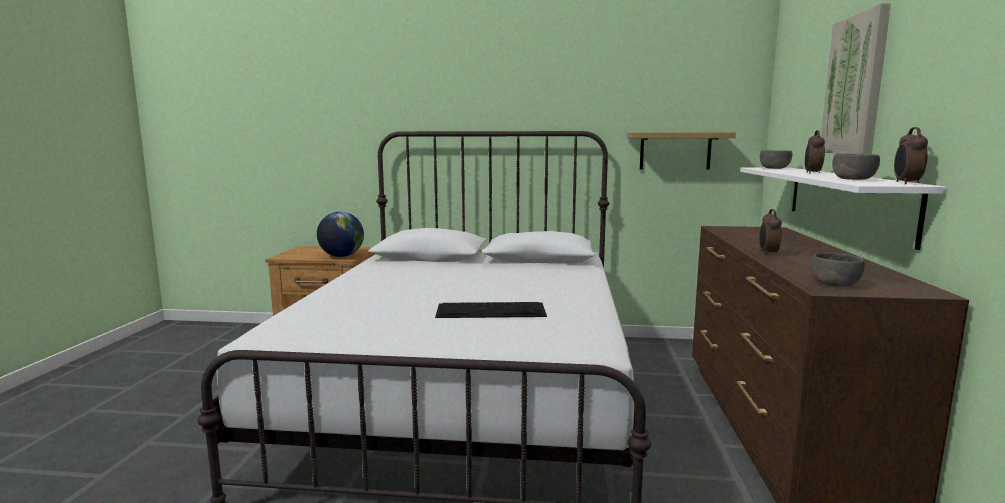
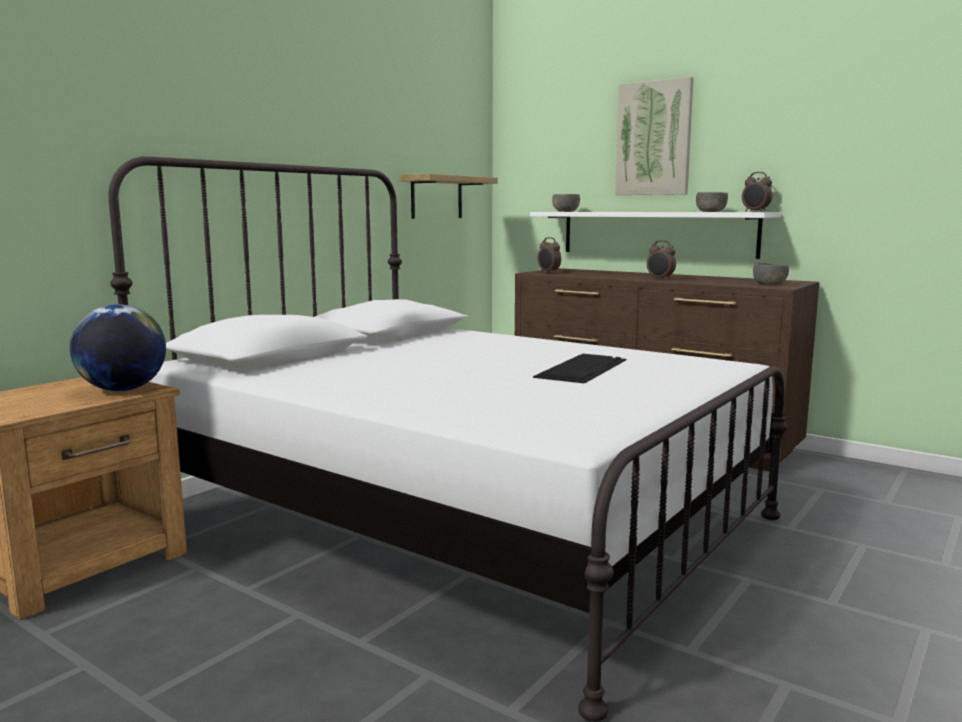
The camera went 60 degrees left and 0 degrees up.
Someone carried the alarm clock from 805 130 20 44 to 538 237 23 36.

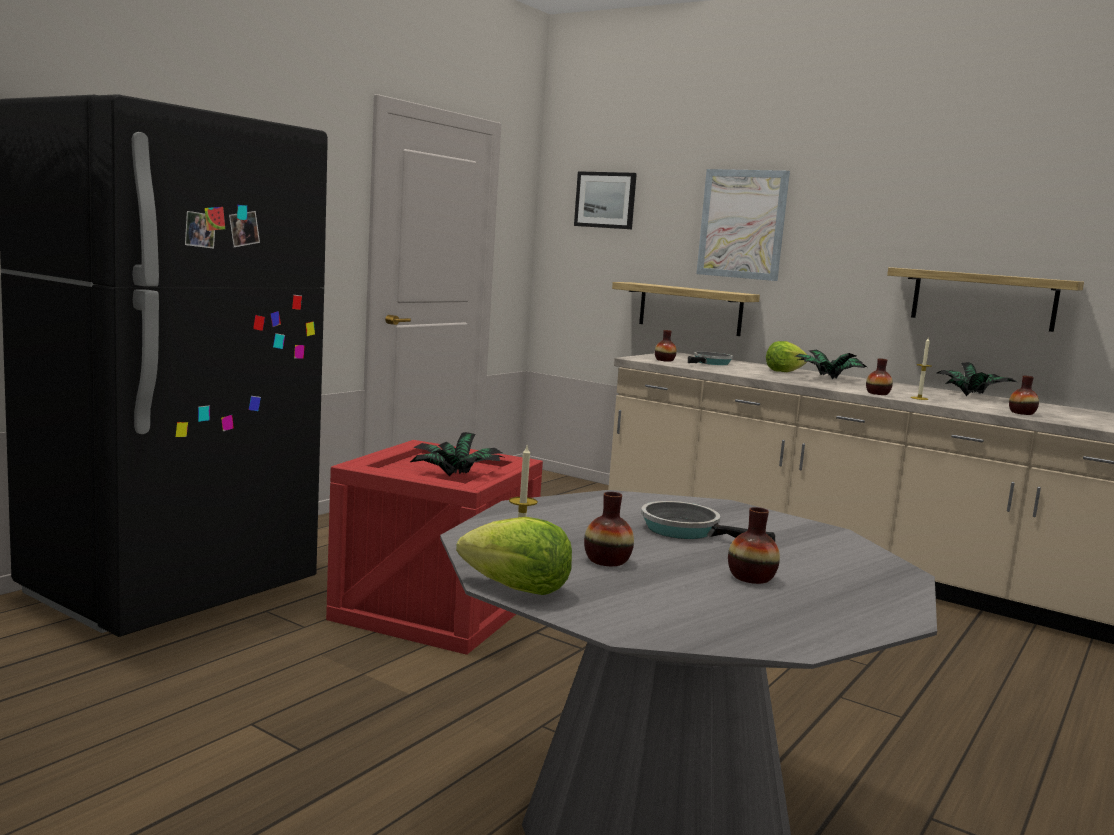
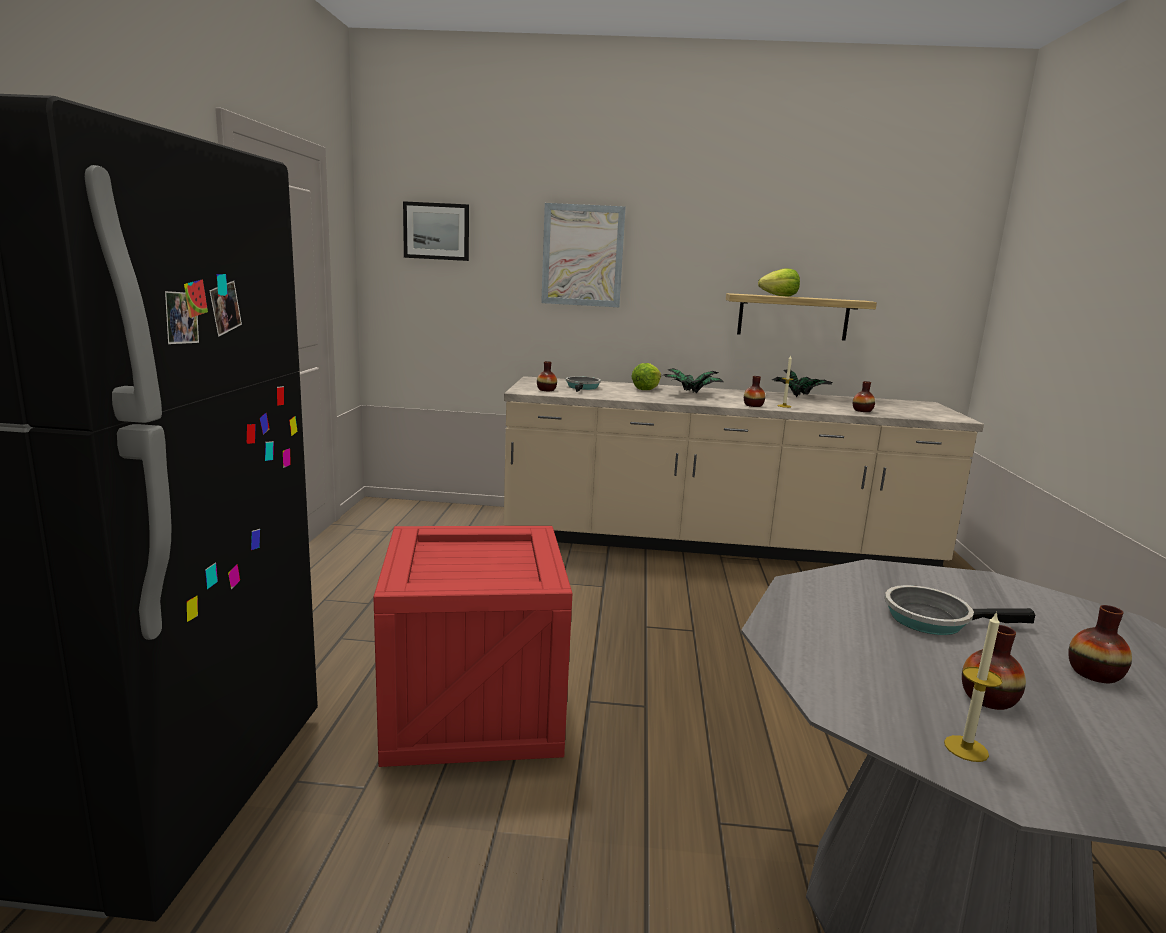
The camera went 30 degrees left and 5 degrees up.
Someone took away the shelf at 612 282 148 54.
Someone took away the potted plant at 410 432 96 44.
Someone carried the lettuce from 456 517 116 78 to 758 268 42 29.

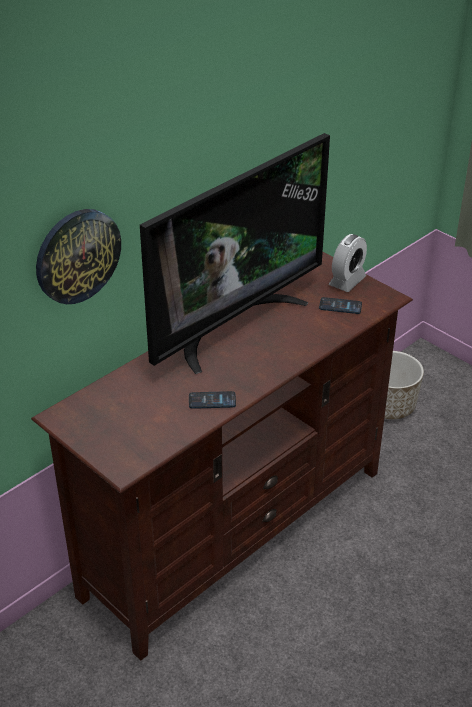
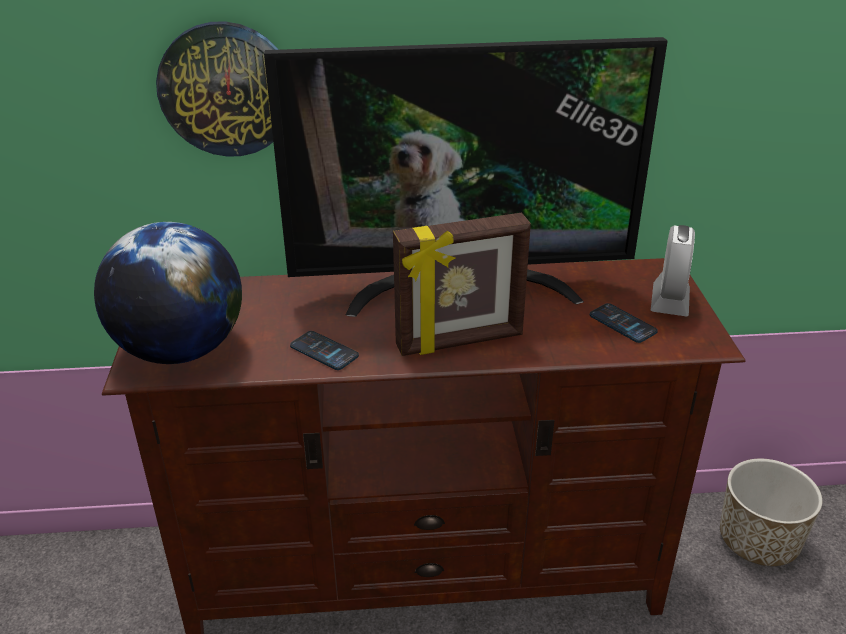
The camera went 40 degrees right and 5 degrees down.
Someone rotated the alarm clock at 329 234 38 58 by 60 degrees counterclockwise.
Someone put down the picture frame at 393 213 138 143.
Someone put down the globe at 94 222 148 142.

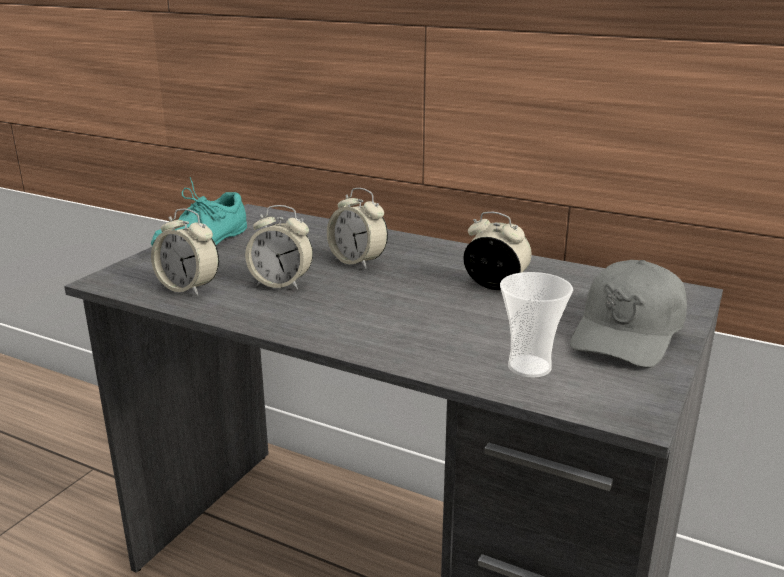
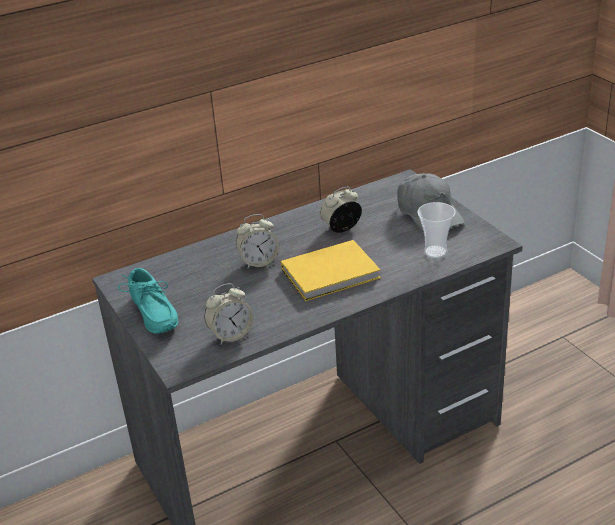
The camera went 55 degrees left and 10 degrees up.
Someone took away the alarm clock at 245 205 68 85.
Someone put down the yellow book at 281 240 100 61.

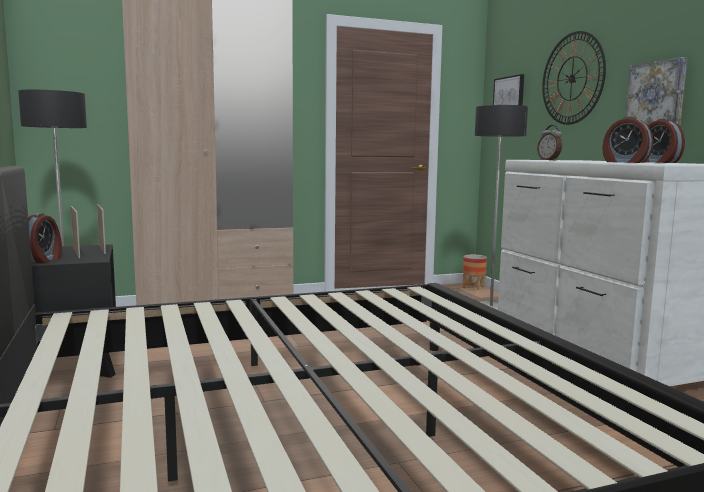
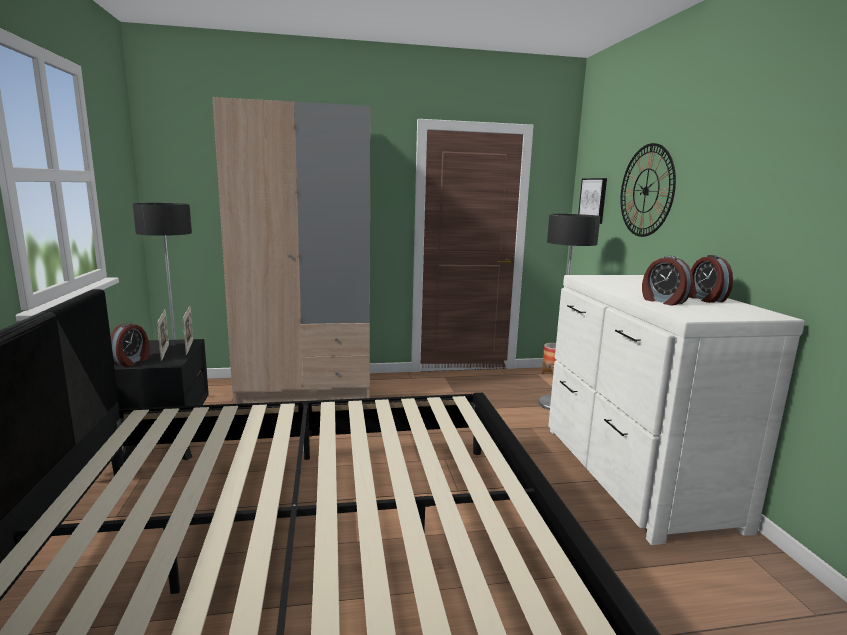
The camera went 10 degrees right and 5 degrees up.
Someone took away the picture at 626 57 61 68.
Someone took away the alarm clock at 537 125 25 35.

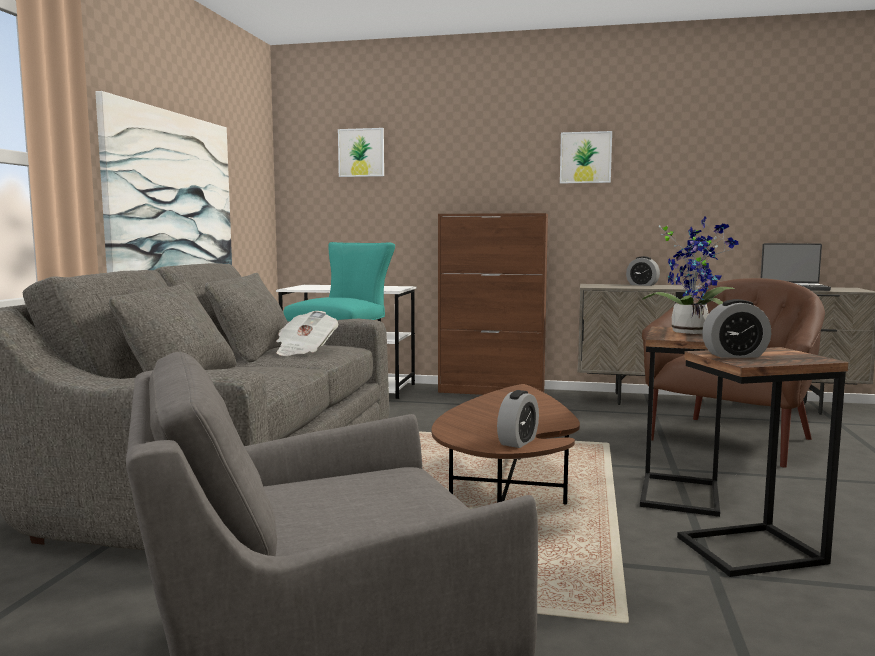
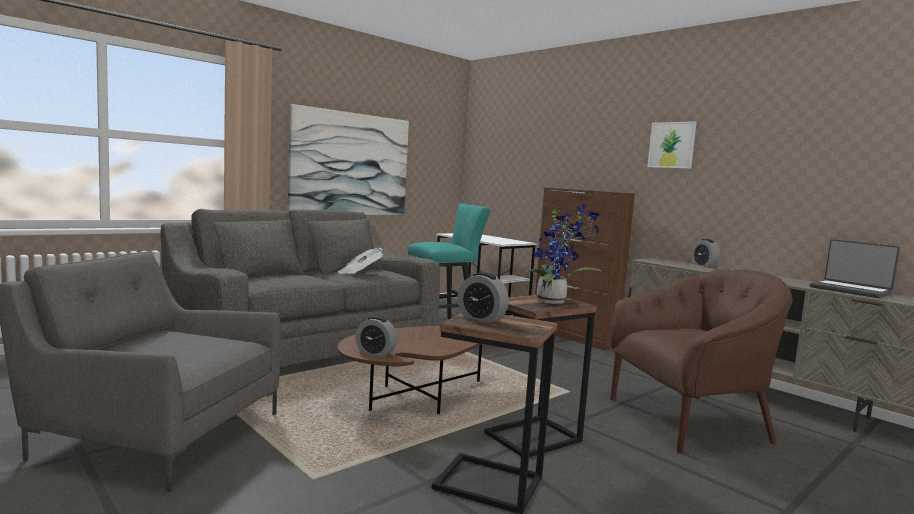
The camera went 35 degrees right and 0 degrees up.
Someone took away the picture at 338 128 46 49.
Someone rotated the alarm clock at 497 390 42 58 by 45 degrees clockwise.

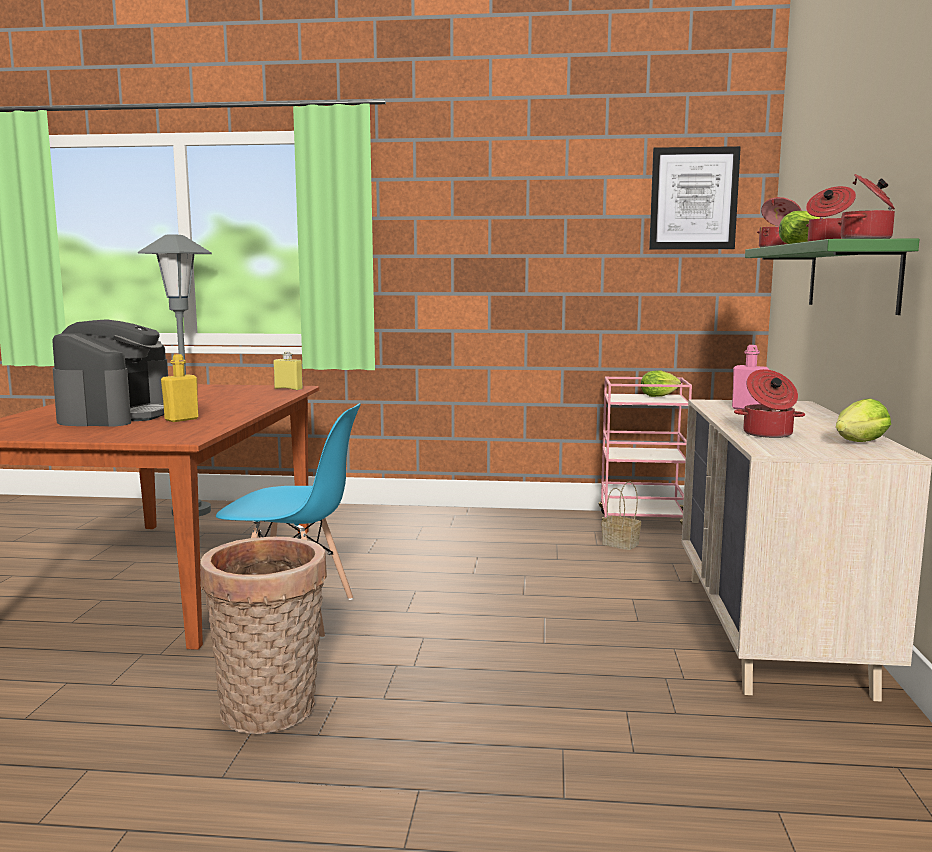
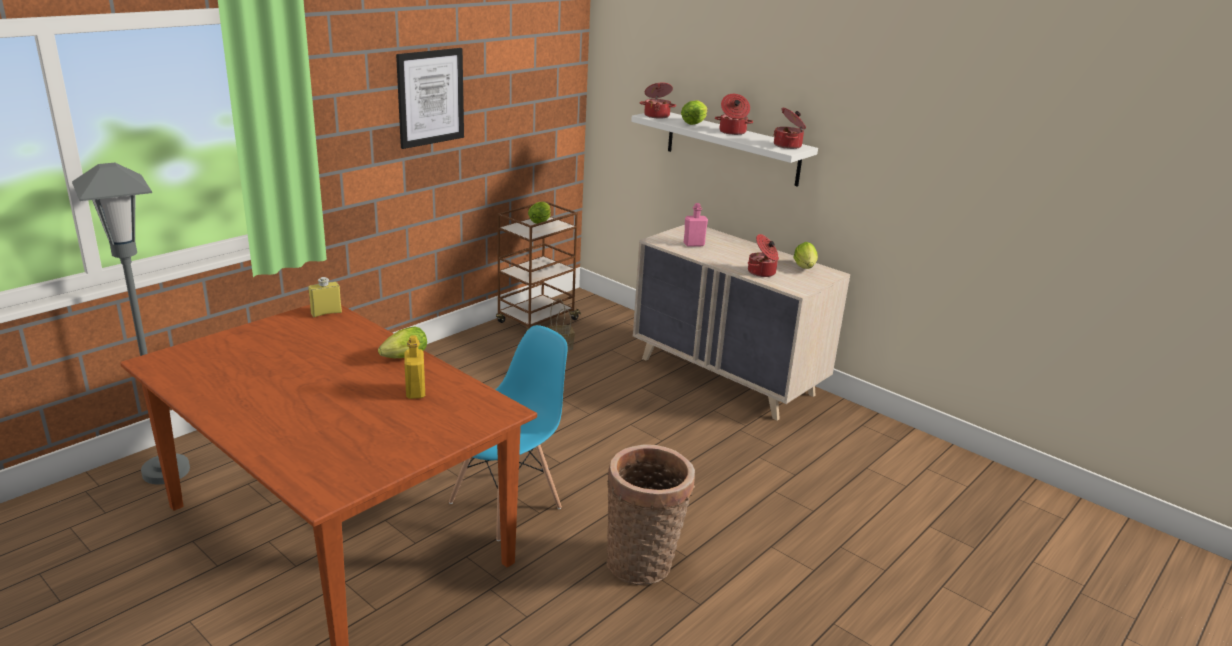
The camera went 55 degrees left and 15 degrees up.
Someone carried the picture from 649 146 92 103 to 396 48 68 101.
Someone repainted the green shelf at 745 239 174 76, which became the white shelf at 631 112 187 75.
Someone took away the coffee machine at 52 319 116 108.
Someone repainted the pink cart at 598 377 94 147, which became the brown cart at 496 201 85 130.
Someone put down the lettuce at 378 327 49 31.

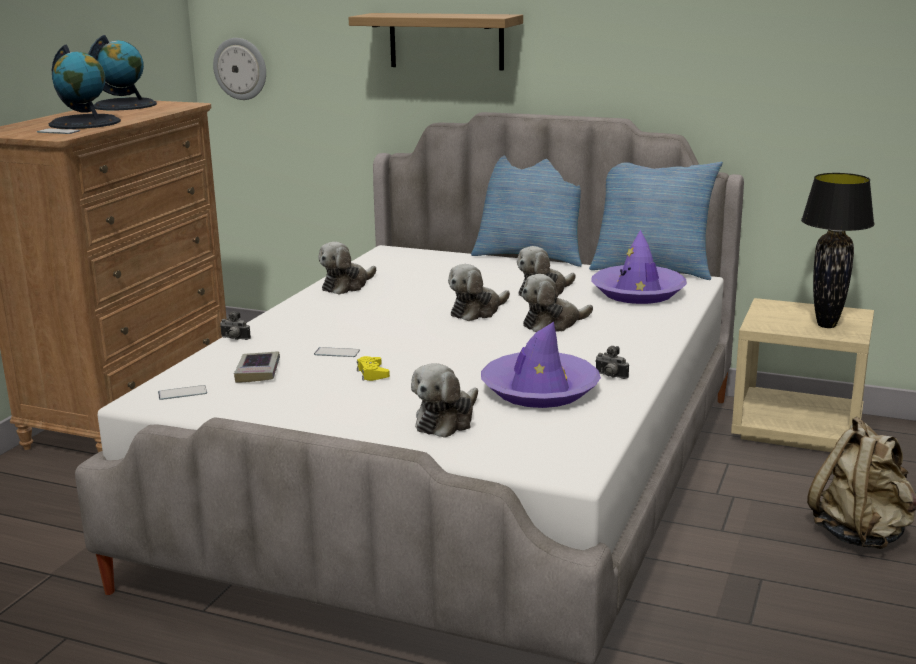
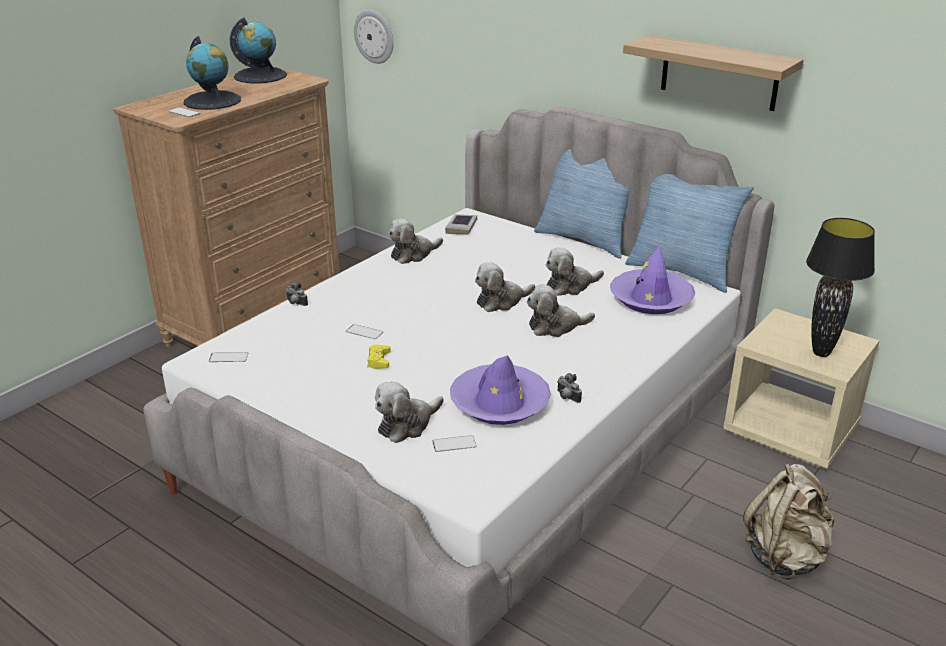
The camera went 15 degrees right and 10 degrees up.
Someone carried the shelf from 349 13 174 57 to 623 34 180 77.
Someone carried the book from 234 351 46 32 to 445 214 32 21.
Someone put down the phone at 432 435 45 17.

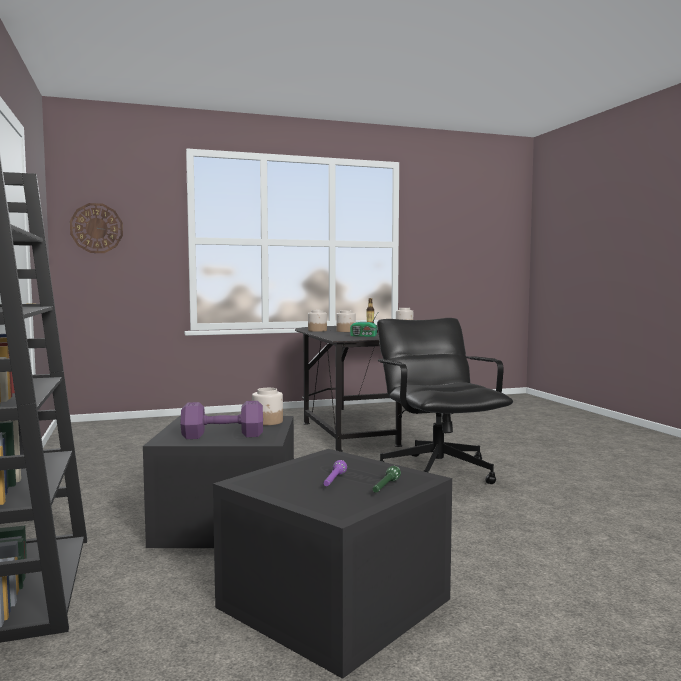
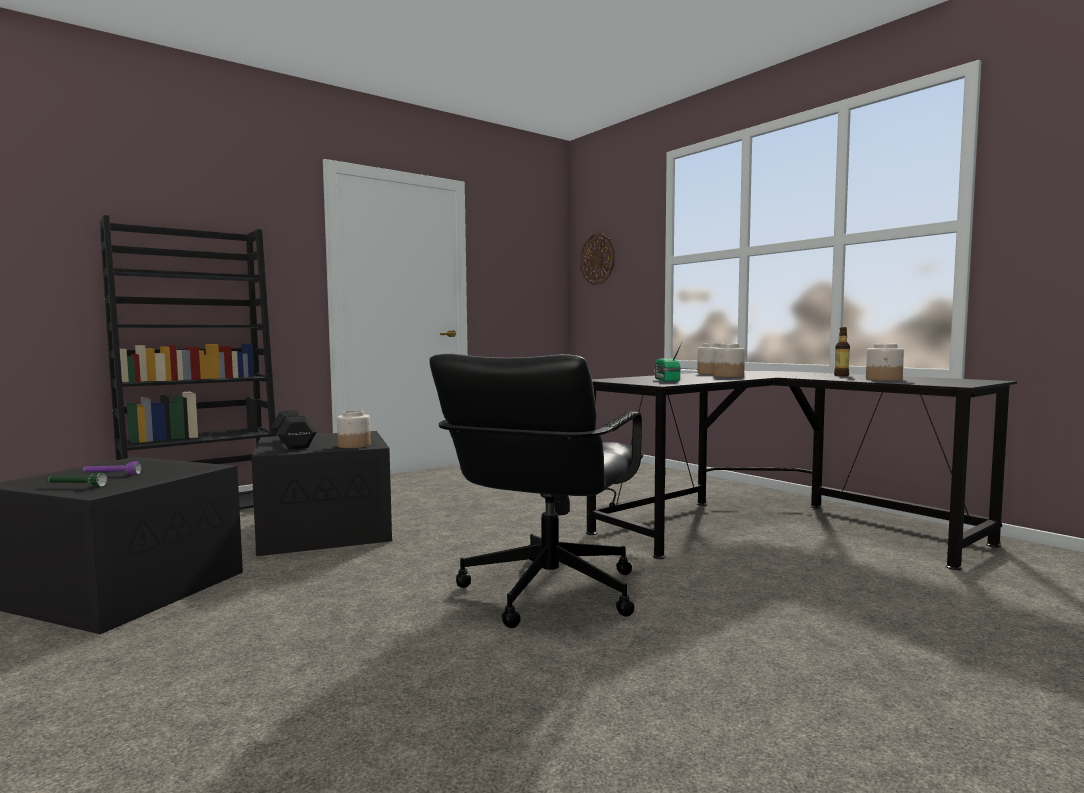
The camera went 70 degrees right and 0 degrees up.
Someone rotated the black office chair at 377 318 136 166 by 150 degrees clockwise.
Someone repainted the purple dumbbell at 180 401 83 38, which became the black dumbbell at 271 410 46 40.

